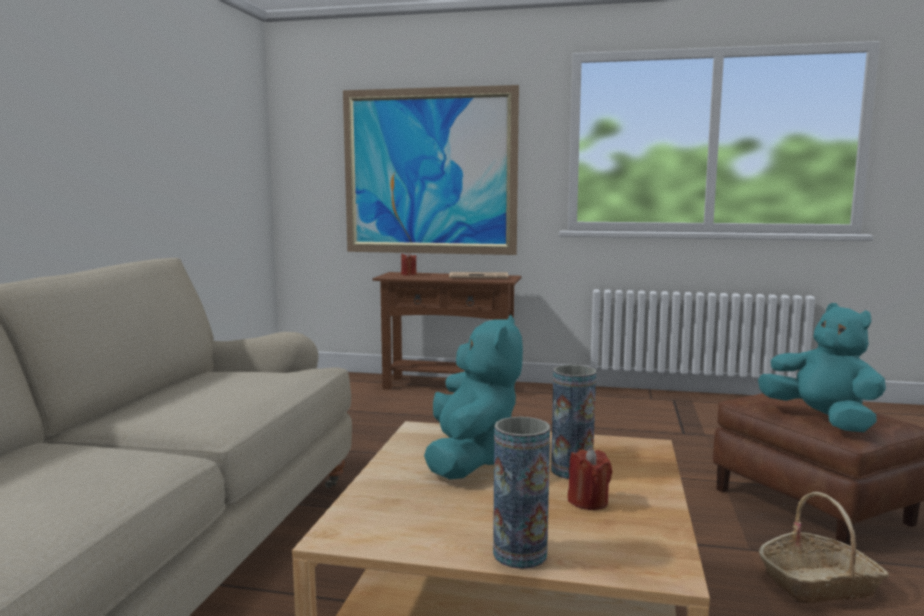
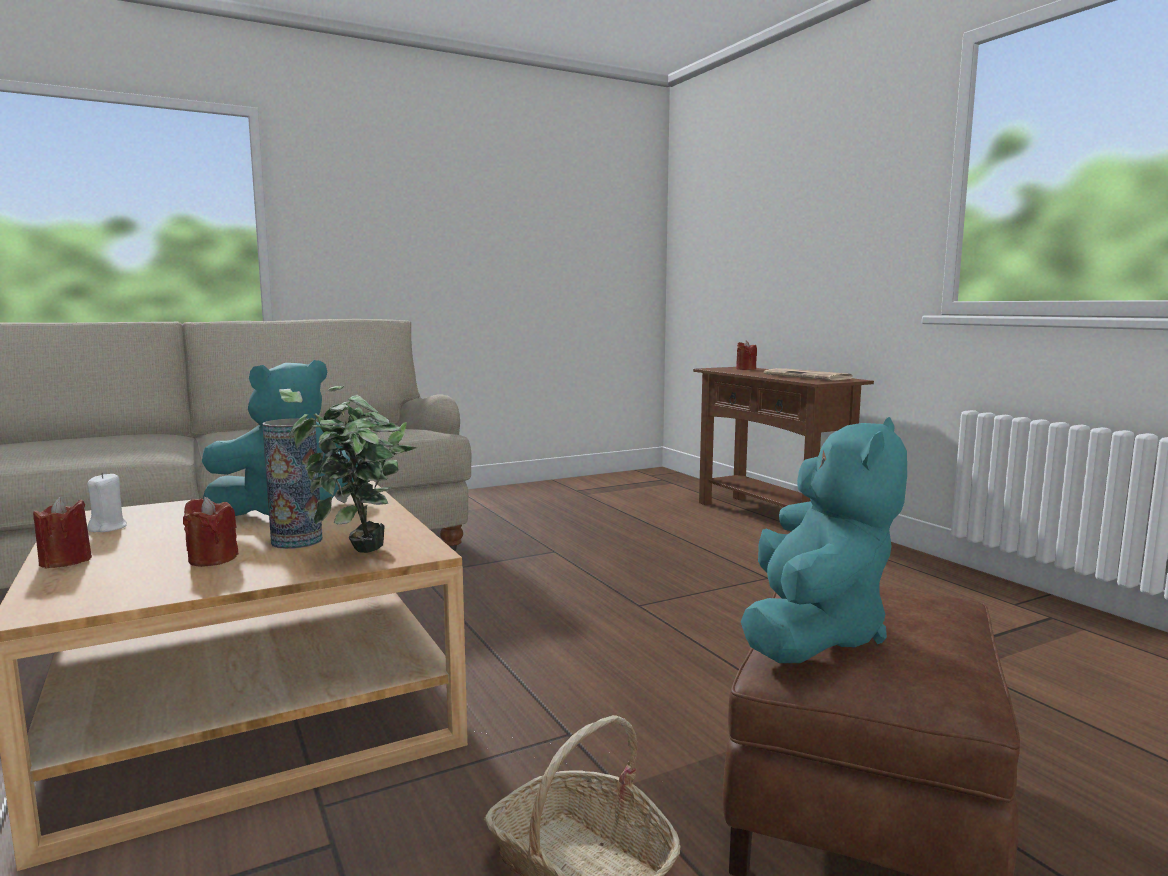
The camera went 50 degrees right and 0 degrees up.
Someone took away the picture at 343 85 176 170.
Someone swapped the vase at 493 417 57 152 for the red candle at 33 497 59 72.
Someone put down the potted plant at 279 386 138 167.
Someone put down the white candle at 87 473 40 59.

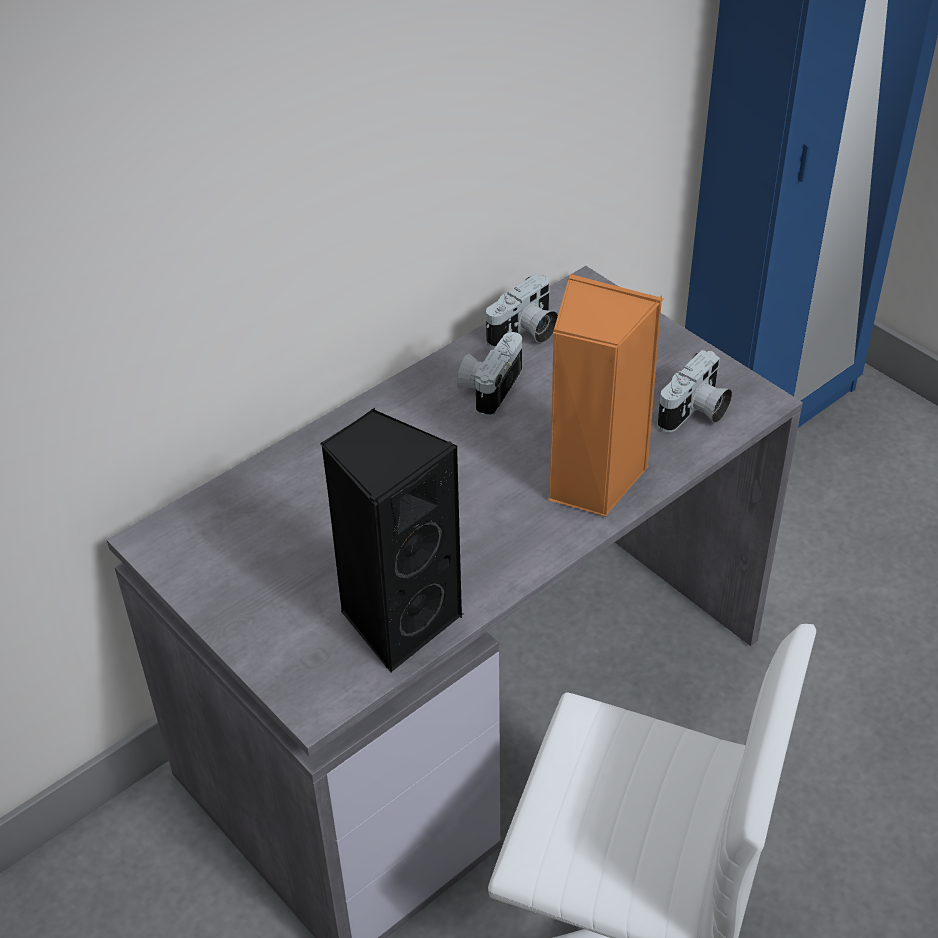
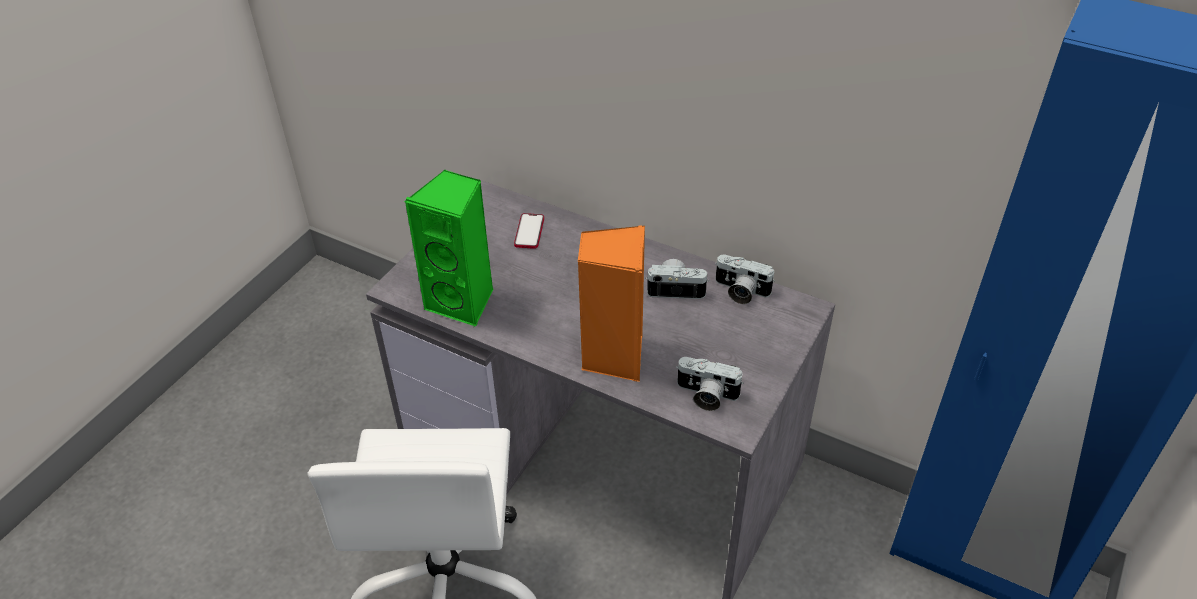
The camera went 70 degrees right and 0 degrees up.
Someone repainted the black speaker at 320 408 143 264, which became the green speaker at 404 170 89 156.
Someone put down the phone at 514 213 30 36.

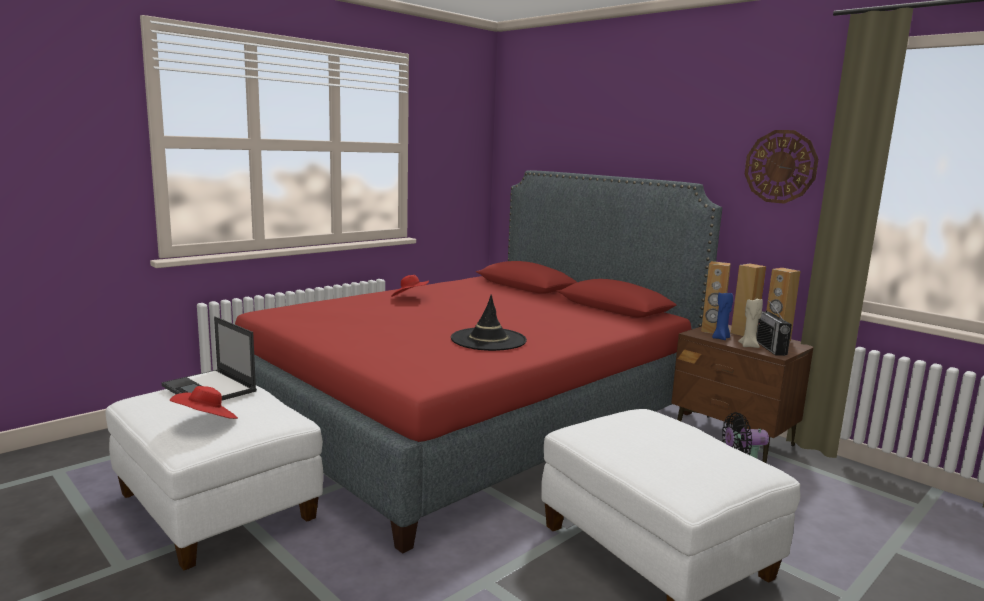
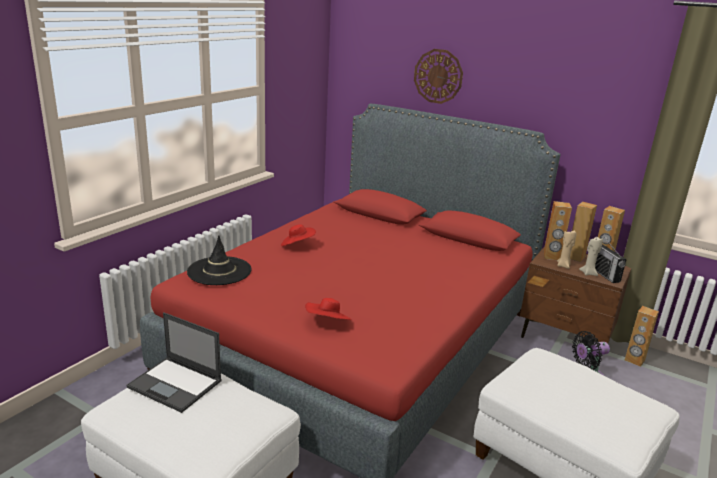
The camera went 15 degrees left and 10 degrees up.
Someone carried the wall clock from 745 130 73 74 to 414 49 49 55.
Someone repainted the blue candle at 712 290 21 50, which became the beige candle at 557 231 19 38.
Someone carried the black hat from 451 295 76 56 to 187 235 65 50.
Someone carried the red hat from 169 386 69 33 to 305 298 47 22.
Someone put down the brown speaker at 625 306 34 61.

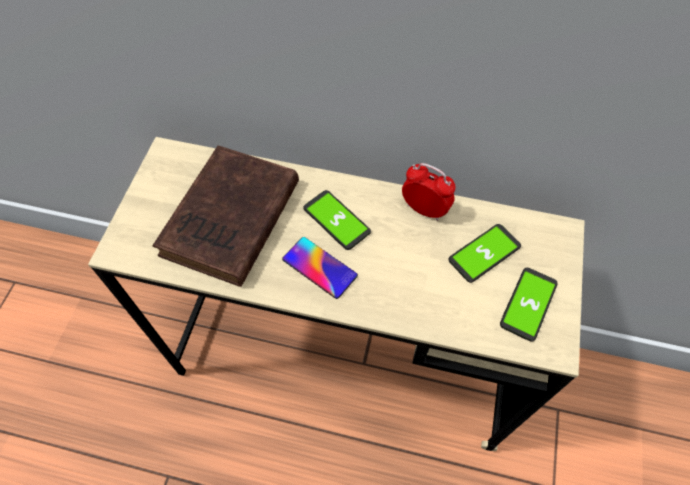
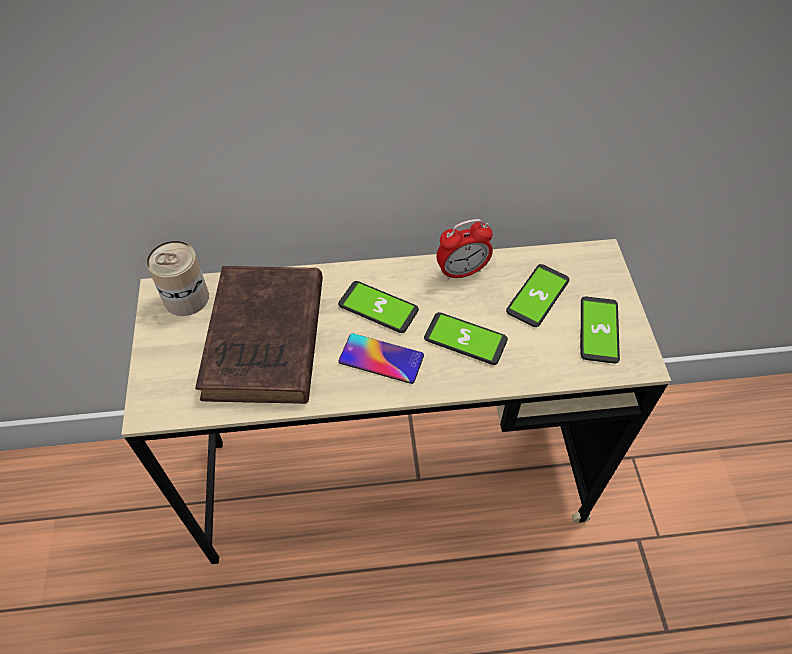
The camera went 20 degrees left and 5 degrees down.
Someone rotated the alarm clock at 402 163 53 58 by 150 degrees clockwise.
Someone put down the can at 147 241 62 75.
Someone put down the phone at 424 312 84 53.

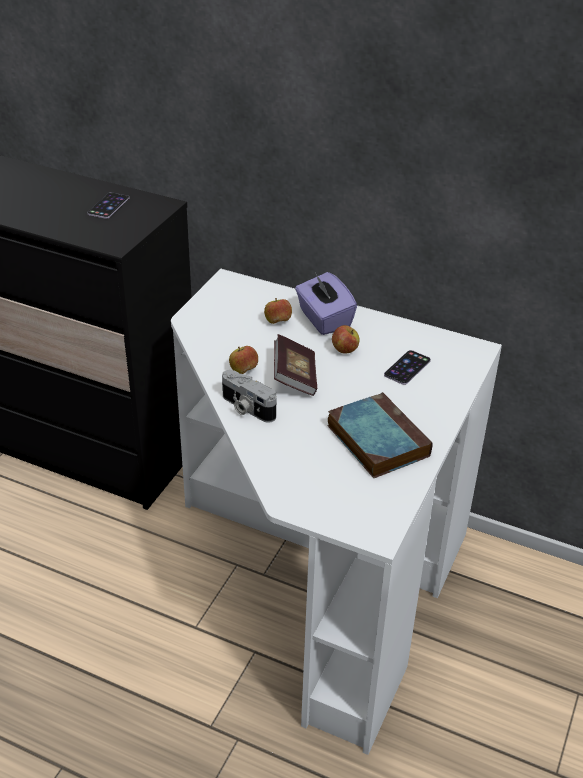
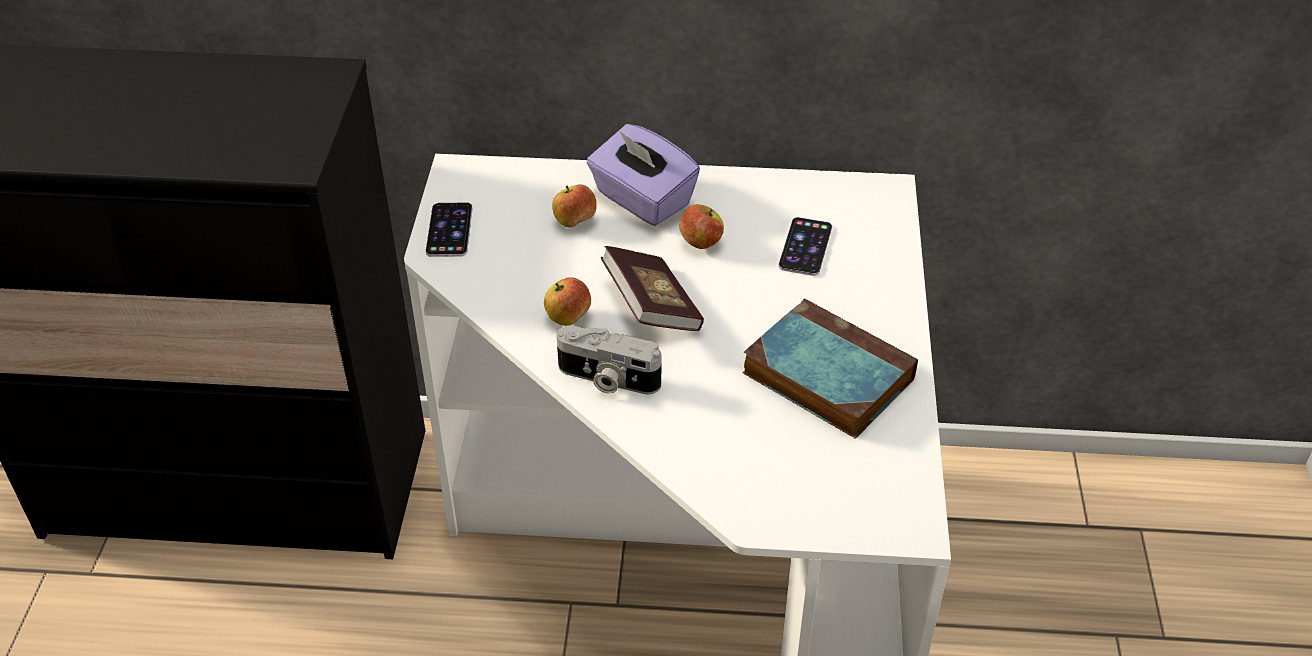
The camera went 20 degrees left and 5 degrees up.
Someone carried the phone from 87 192 43 27 to 426 202 47 55.

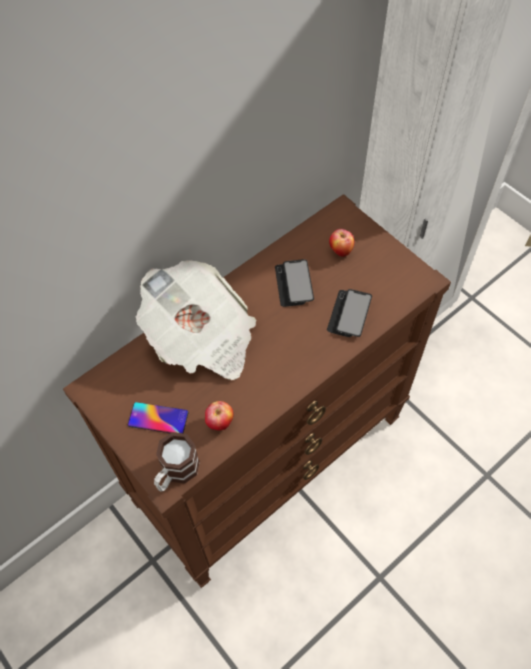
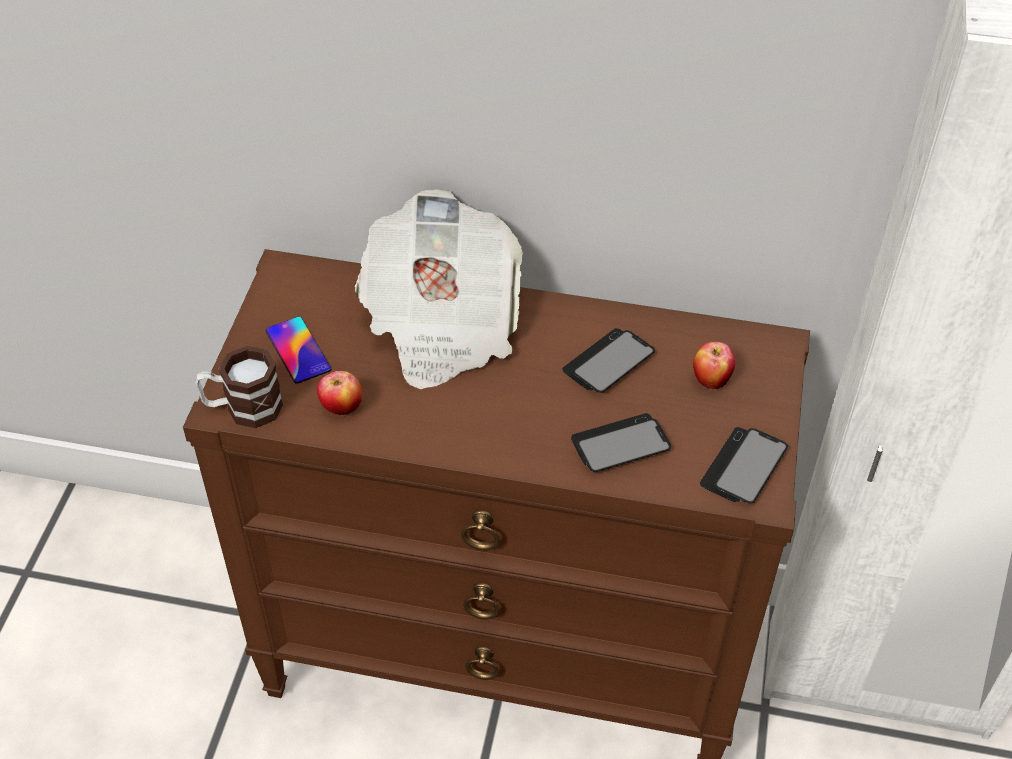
The camera went 50 degrees right and 10 degrees down.
Someone put down the phone at 700 427 88 77.

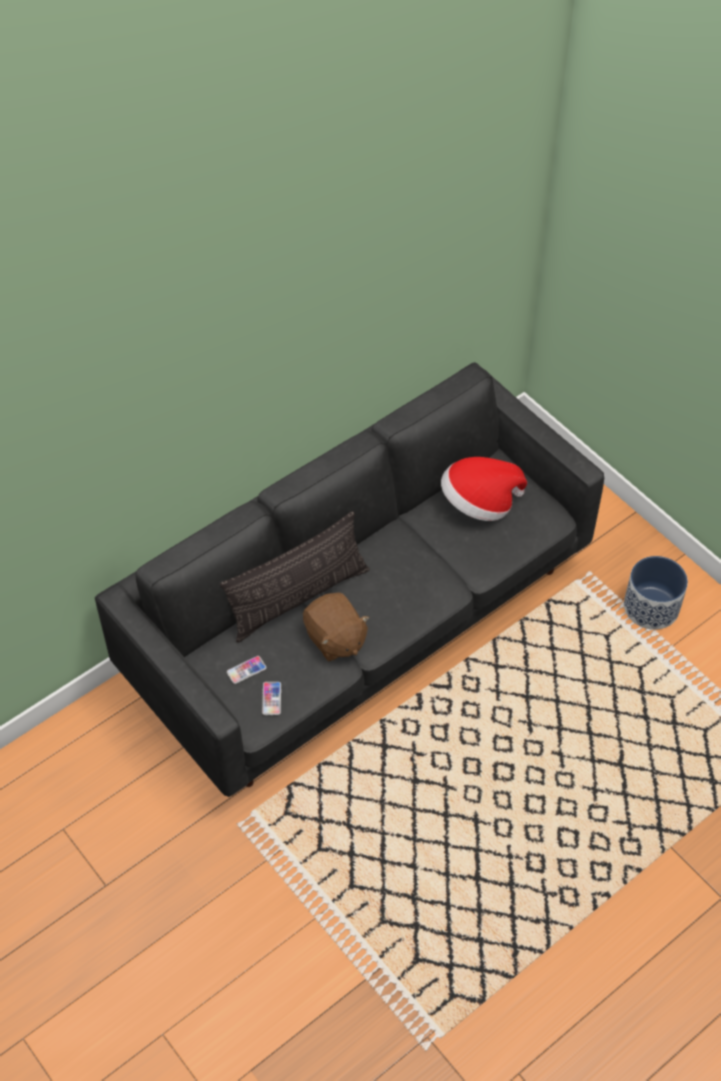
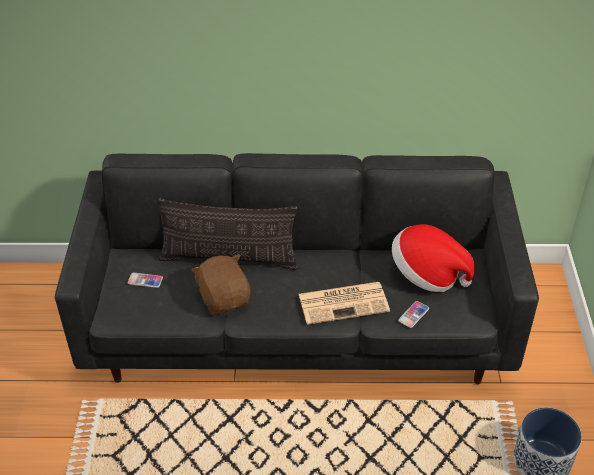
The camera went 40 degrees right and 10 degrees down.
Someone rotated the brown plush toy at 303 592 67 70 by 150 degrees clockwise.
Someone carried the phone from 262 682 19 33 to 398 301 31 27.
Someone put down the newspaper at 299 282 91 43.

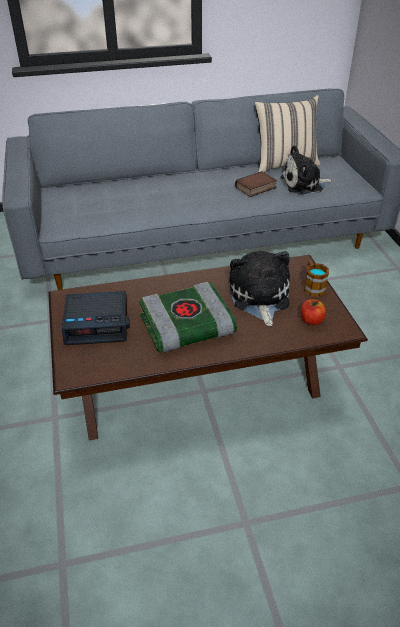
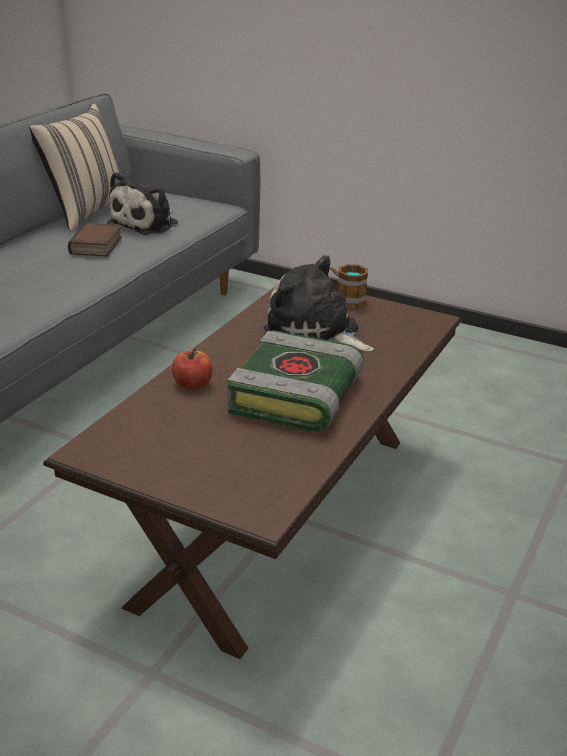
The camera went 50 degrees left and 10 degrees down.
Someone took away the alarm clock at 61 291 69 54.
Someone carried the apple from 301 299 25 26 to 172 349 41 41.

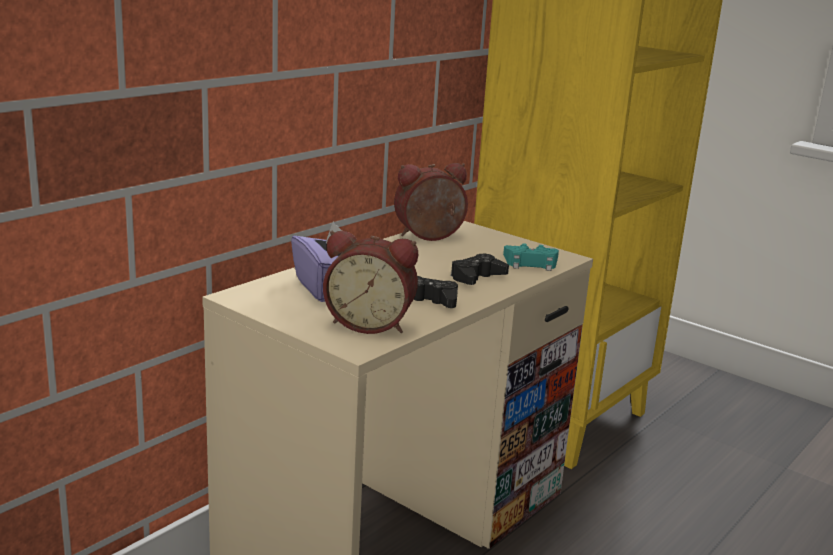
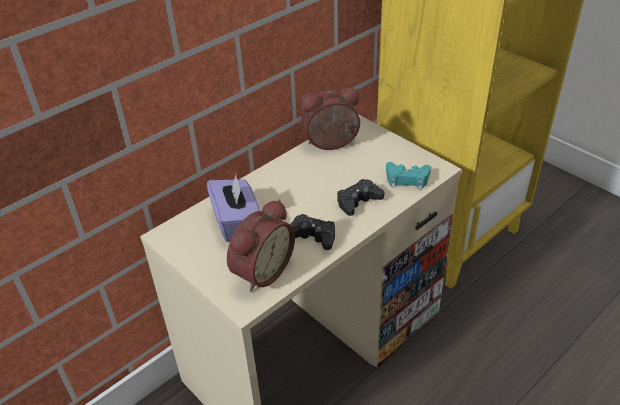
The camera went 10 degrees right and 20 degrees up.
Someone rotated the alarm clock at 323 231 95 103 by 75 degrees counterclockwise.

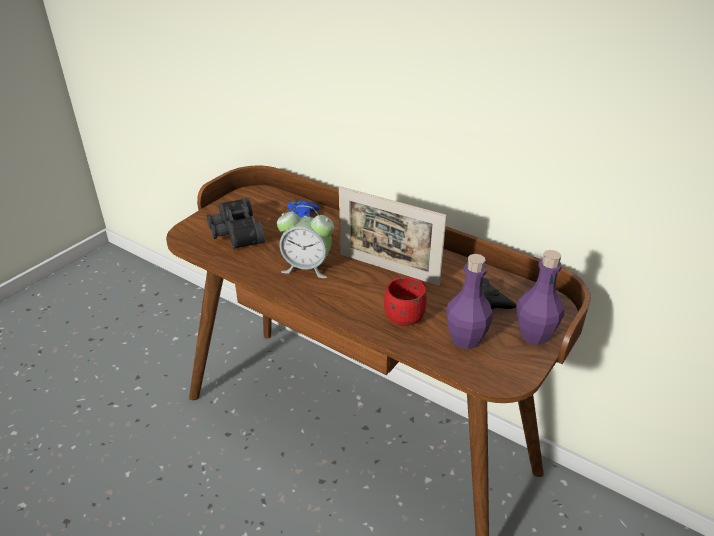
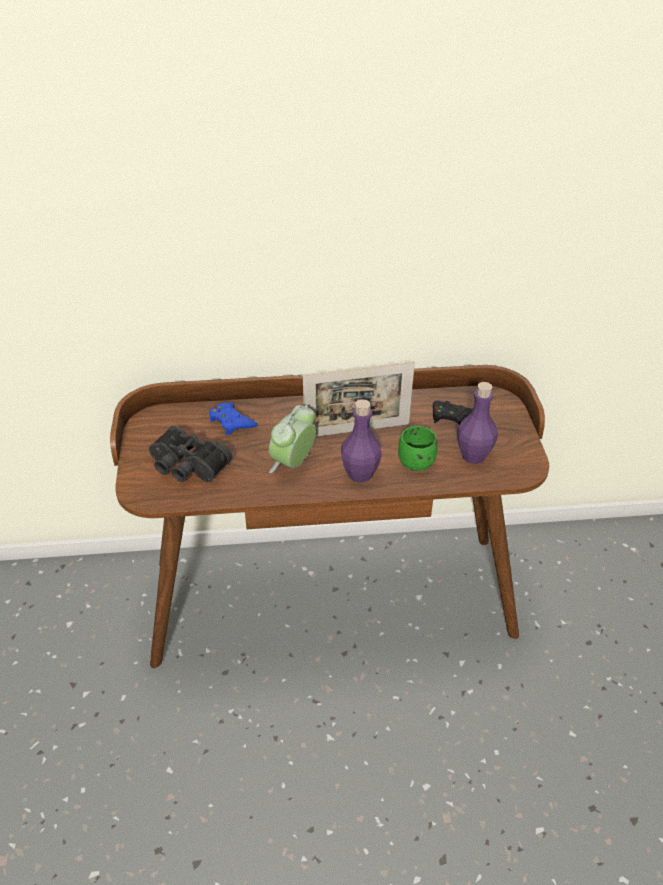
The camera went 40 degrees left and 5 degrees up.
Someone rotated the alarm clock at 277 205 57 73 by 150 degrees clockwise.
Someone carried the purple bottle from 517 250 47 95 to 341 399 41 84.
Someone repainted the red mug at 384 277 43 49, which became the green mug at 398 426 39 45.

